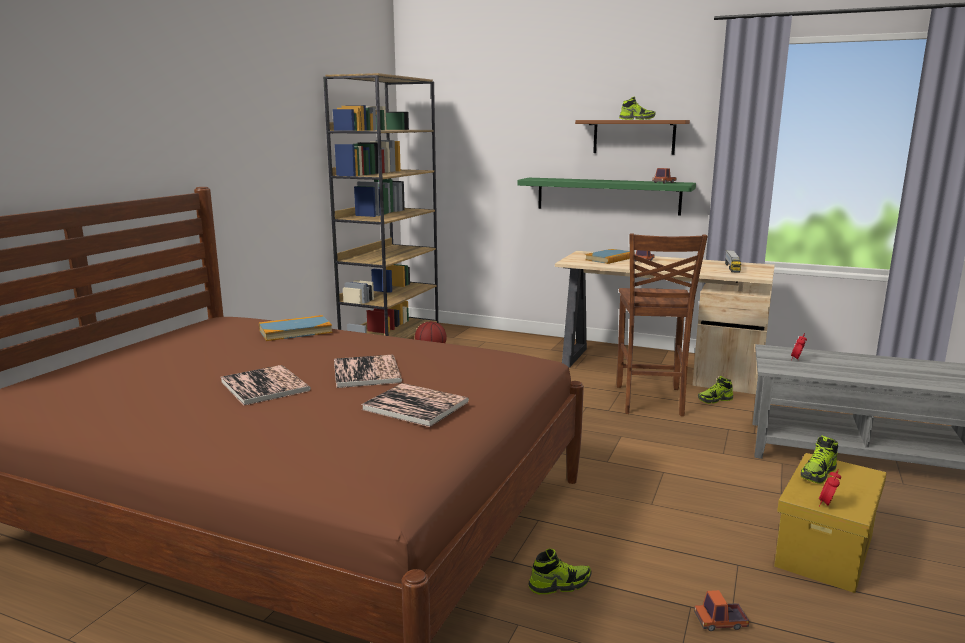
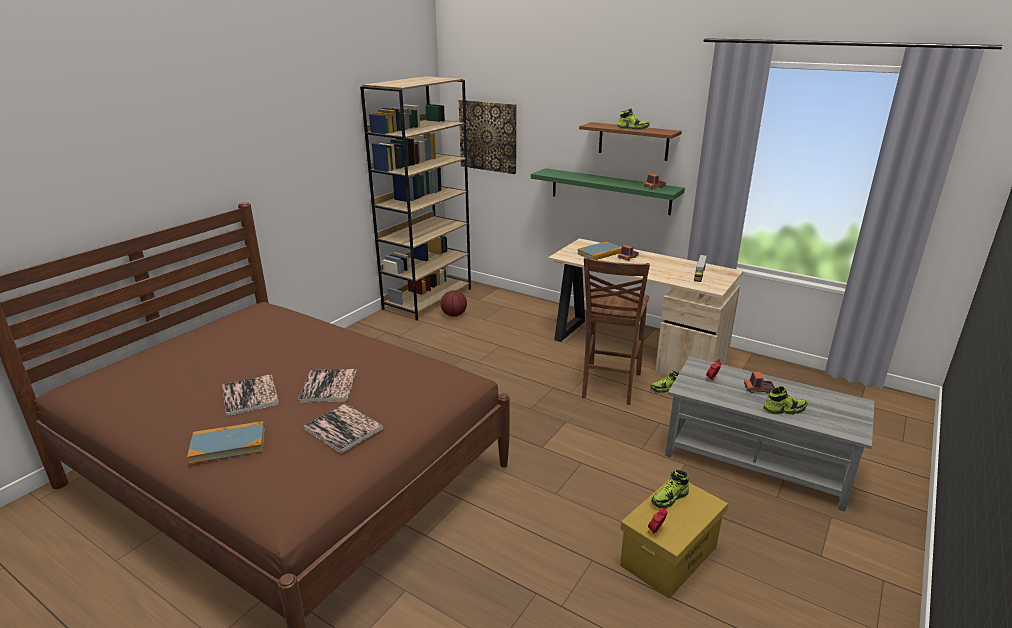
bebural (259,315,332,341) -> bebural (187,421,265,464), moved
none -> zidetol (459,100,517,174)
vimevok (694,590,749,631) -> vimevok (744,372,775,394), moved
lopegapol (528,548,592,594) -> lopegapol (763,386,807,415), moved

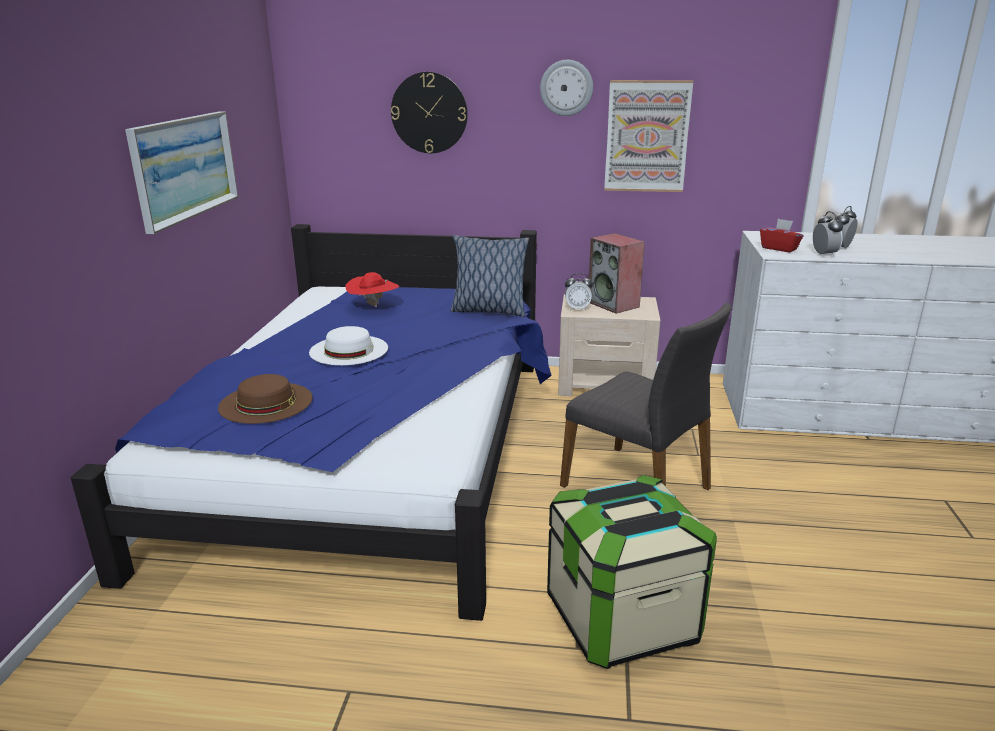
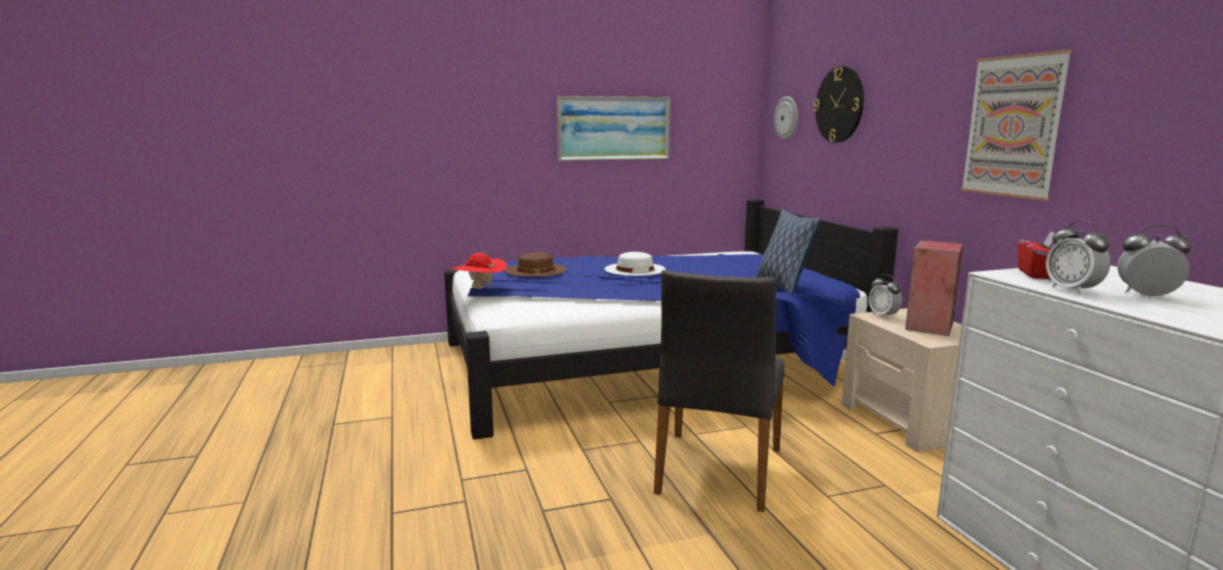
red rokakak (345,272,399,307) -> red rokakak (451,253,508,289), moved
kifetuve (540,60,593,116) -> kifetuve (774,96,798,140), moved
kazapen (813,211,843,257) -> kazapen (1046,221,1111,295), 105 degrees clockwise
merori (547,475,717,669) -> none

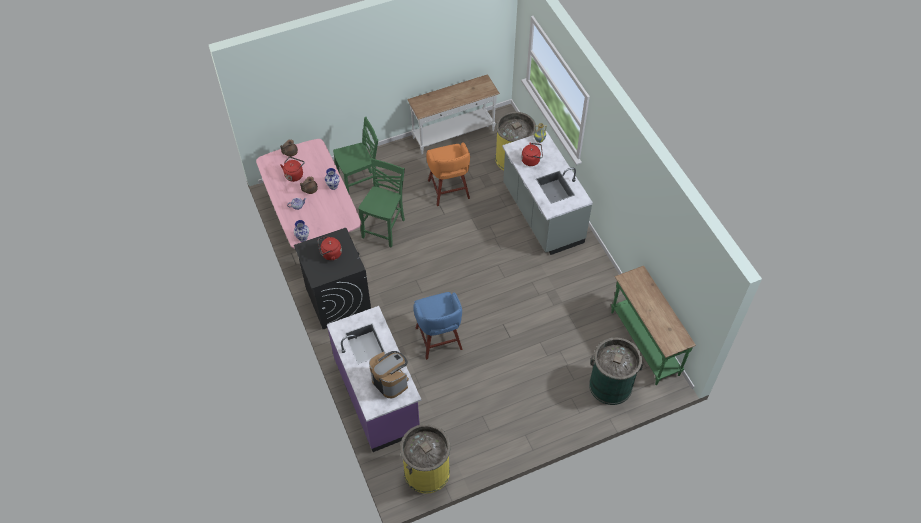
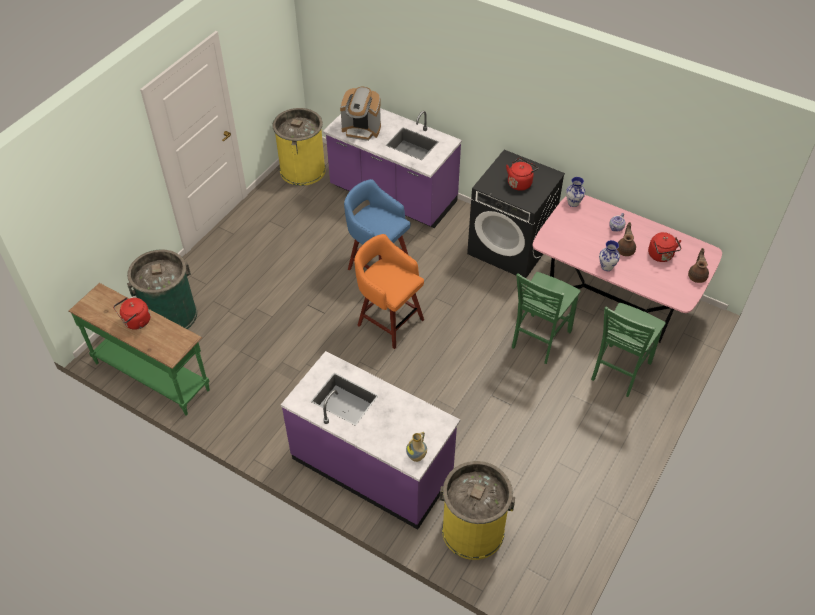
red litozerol (521,143,543,166) -> red litozerol (113,297,150,330), moved
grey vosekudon (502,131,593,255) -> purple vosekudon (281,351,460,530)
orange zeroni (426,142,470,206) -> orange zeroni (354,234,424,349), moved
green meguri (358,158,405,248) -> green meguri (512,272,580,364), 45 degrees clockwise
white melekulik (408,75,500,154) -> none

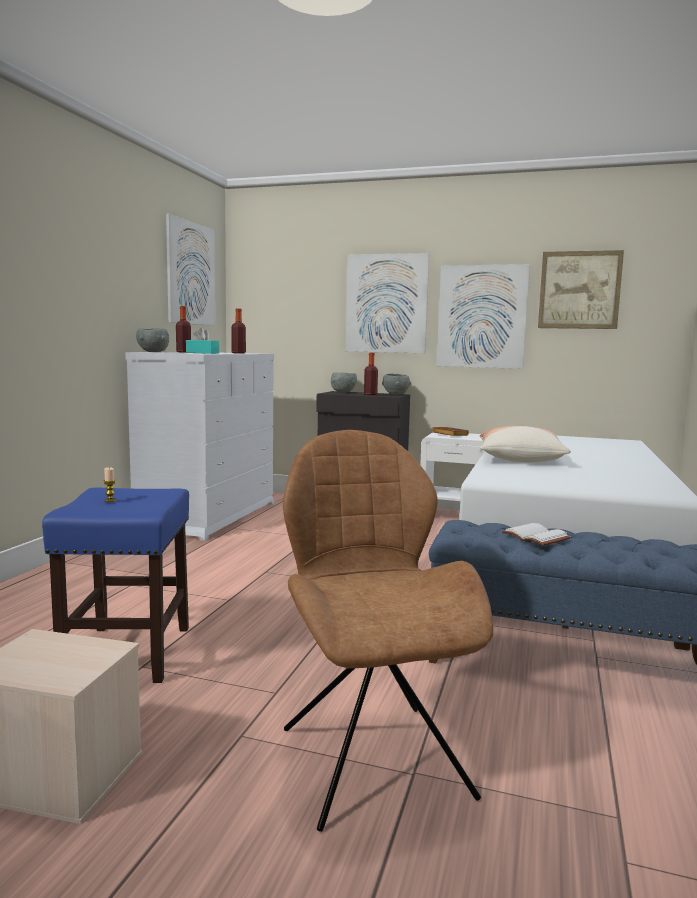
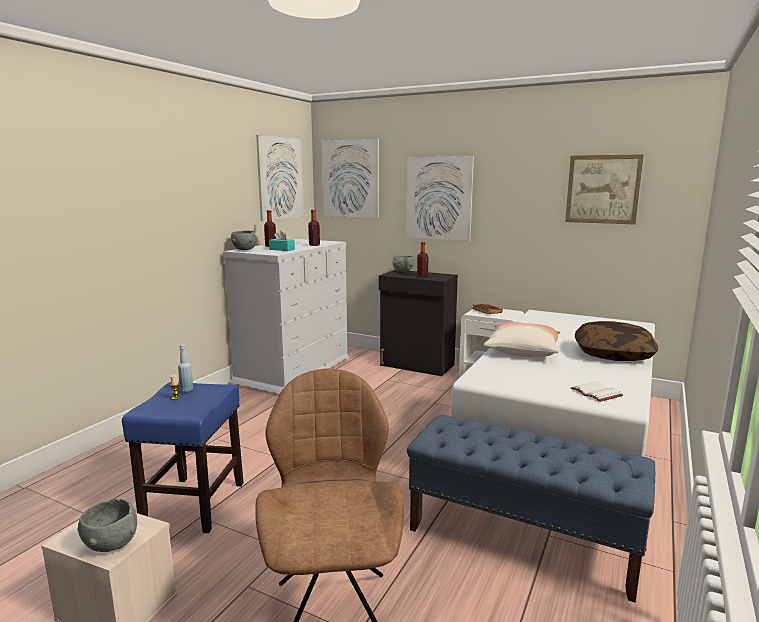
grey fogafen (382,374,411,395) -> grey fogafen (78,499,137,552), moved
none -> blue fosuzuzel (178,344,193,392)
zidetol (437,264,530,369) -> zidetol (321,139,379,218), moved
white bebural (502,523,571,546) -> white bebural (571,381,623,402), moved
none -> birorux (575,321,658,361)

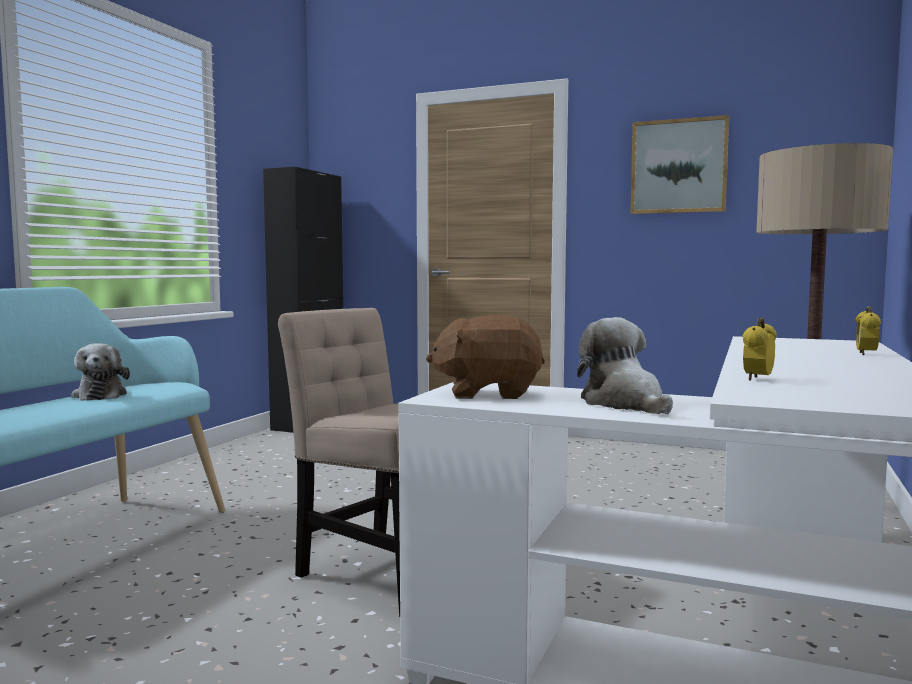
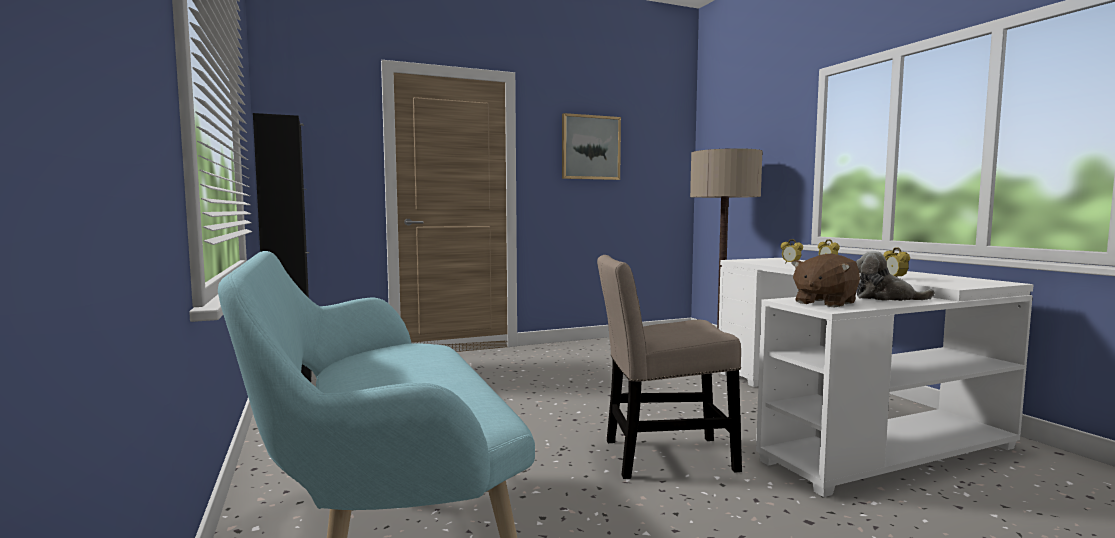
none -> kazapen (781,239,803,264)
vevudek (71,344,130,401) -> none

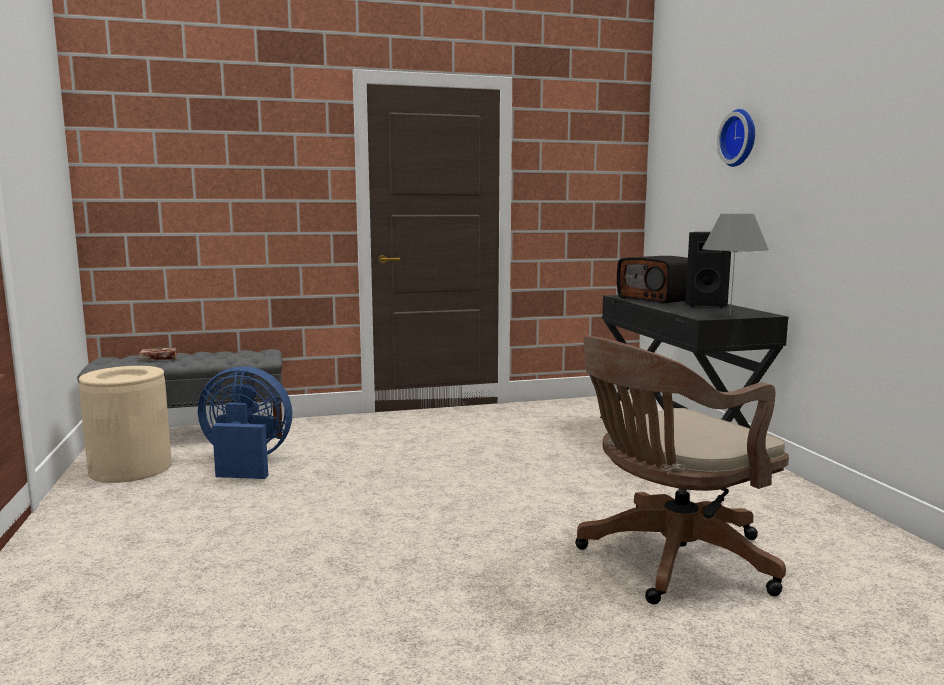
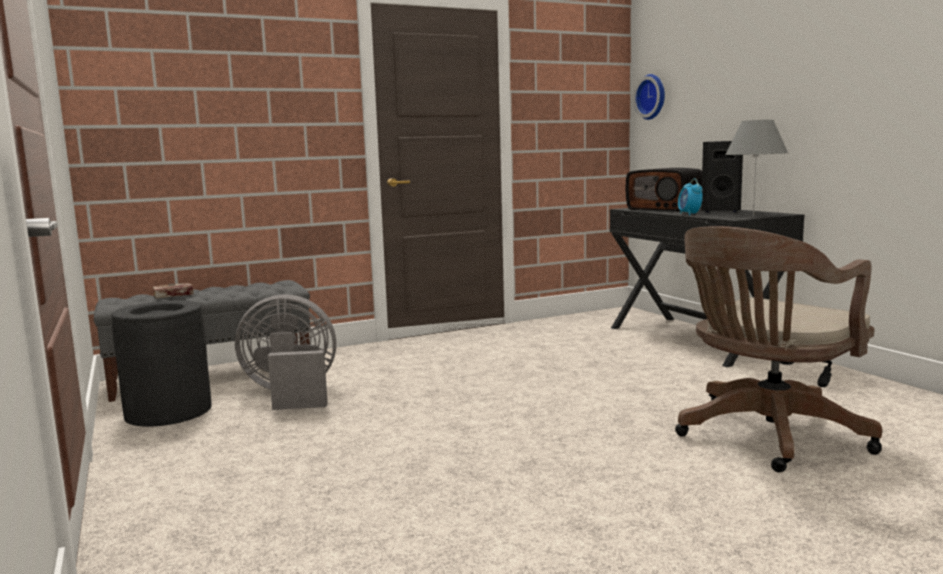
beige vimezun (79,366,172,483) -> black vimezun (111,300,212,427)
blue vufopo (198,366,292,479) -> grey vufopo (235,294,336,410)
kifetuve (717,109,755,167) -> kifetuve (633,74,665,120), moved
none -> kazapen (678,179,703,215)

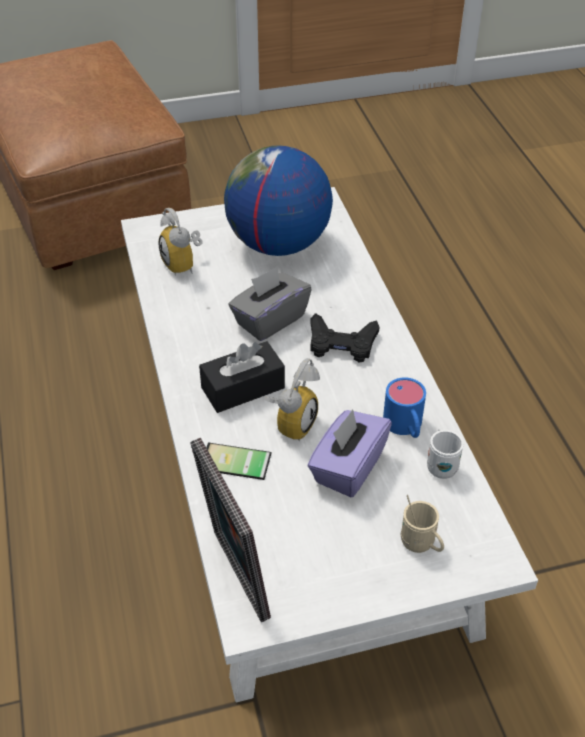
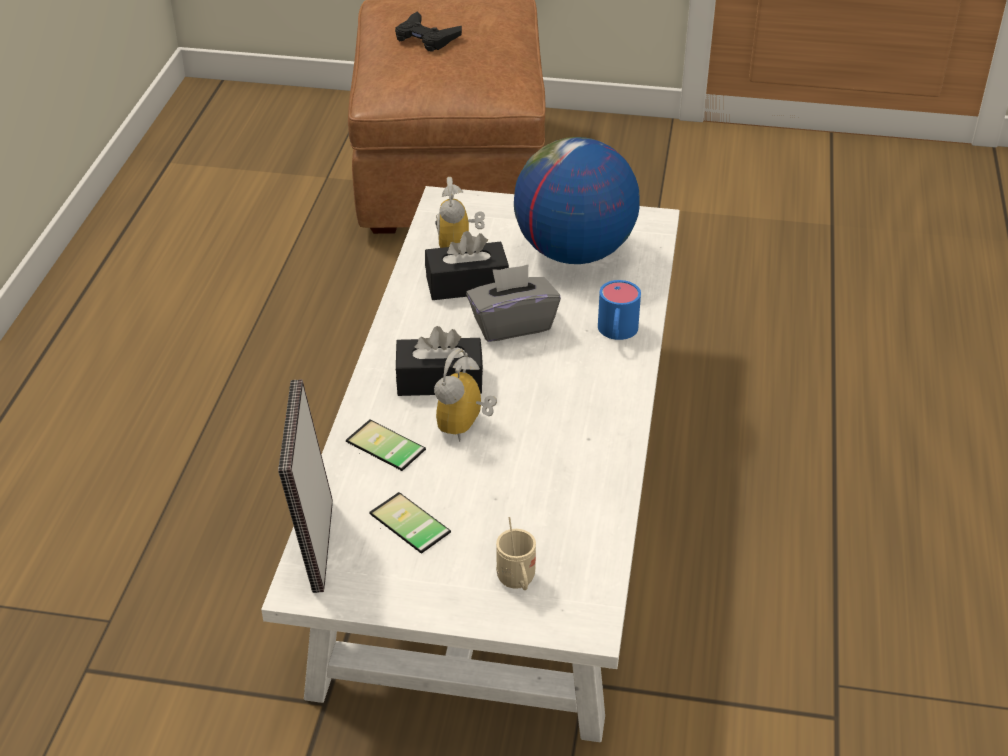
none -> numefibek (369,492,451,554)
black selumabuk (310,313,380,362) -> black selumabuk (395,11,462,52), moved
none -> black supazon (425,231,509,300)
kazapen (264,358,320,441) -> kazapen (434,349,497,442), 150 degrees clockwise
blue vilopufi (383,377,426,438) -> blue vilopufi (598,280,641,340), moved
purple supazon (308,409,392,497) -> none
white vilopufi (427,429,464,479) -> none

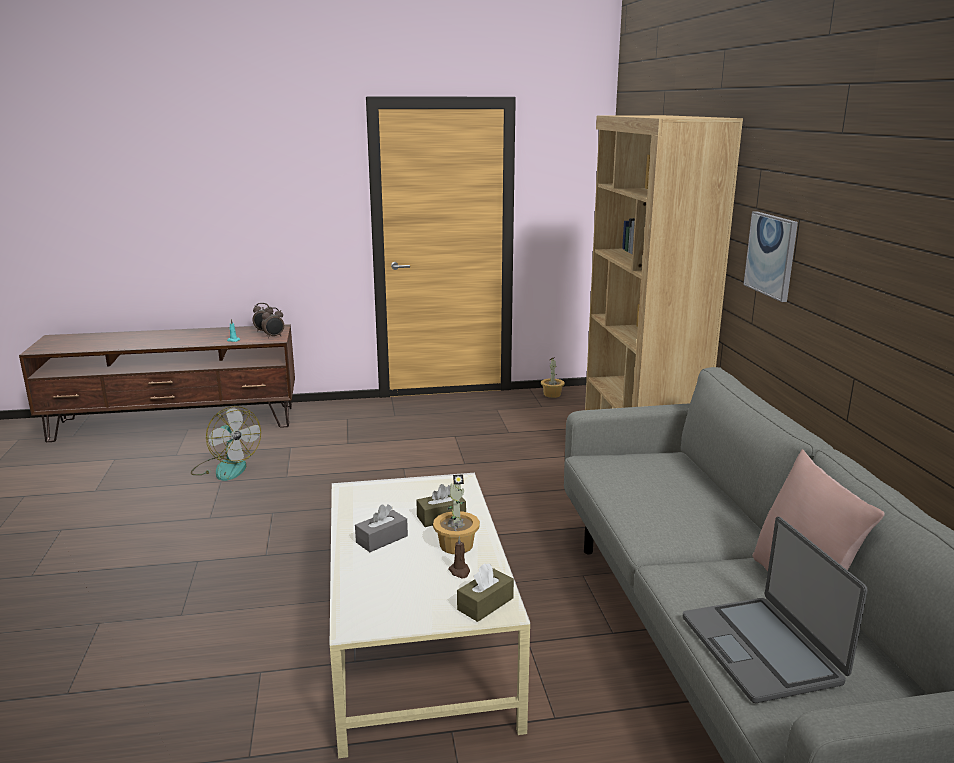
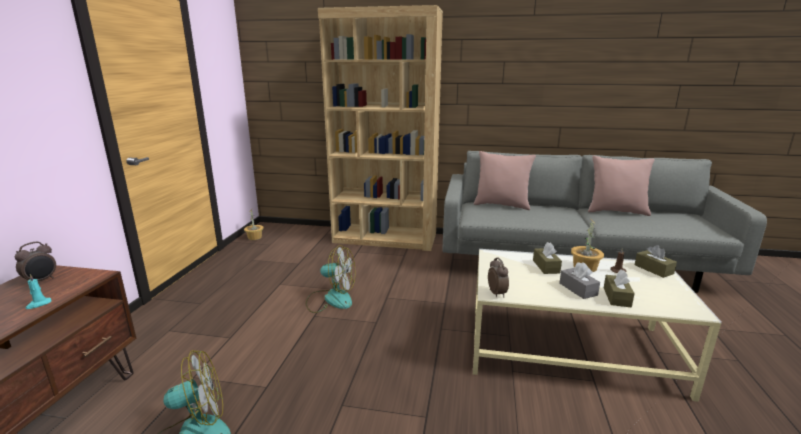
none -> vufopo (306,245,355,313)
none -> pink birorux (474,151,536,210)
kazapen (261,307,284,338) -> kazapen (488,257,509,298), moved
none -> brown supazon (604,270,635,307)
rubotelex (683,517,868,703) -> none
zidetol (743,211,798,302) -> none

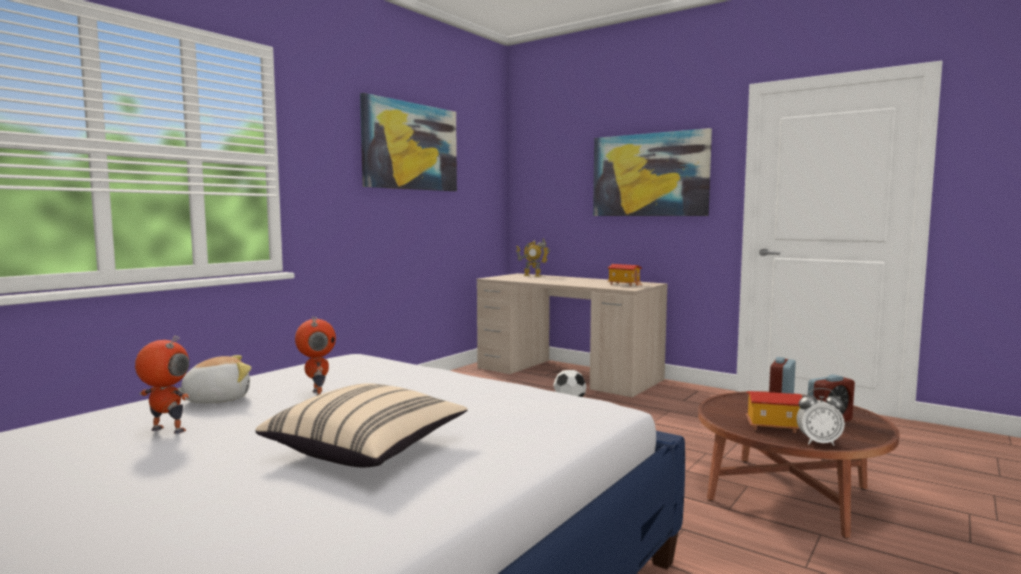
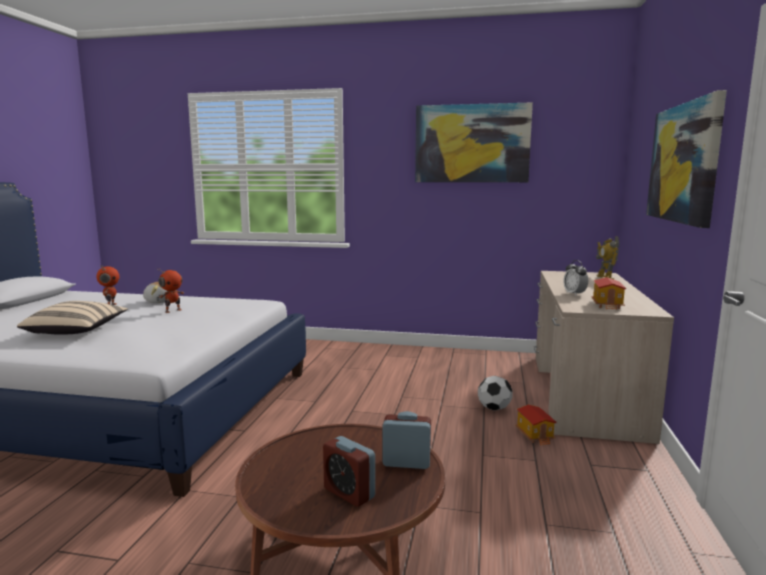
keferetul (746,391,802,433) -> keferetul (516,404,557,445), moved
kazapen (796,388,845,446) -> kazapen (563,260,588,296), moved

